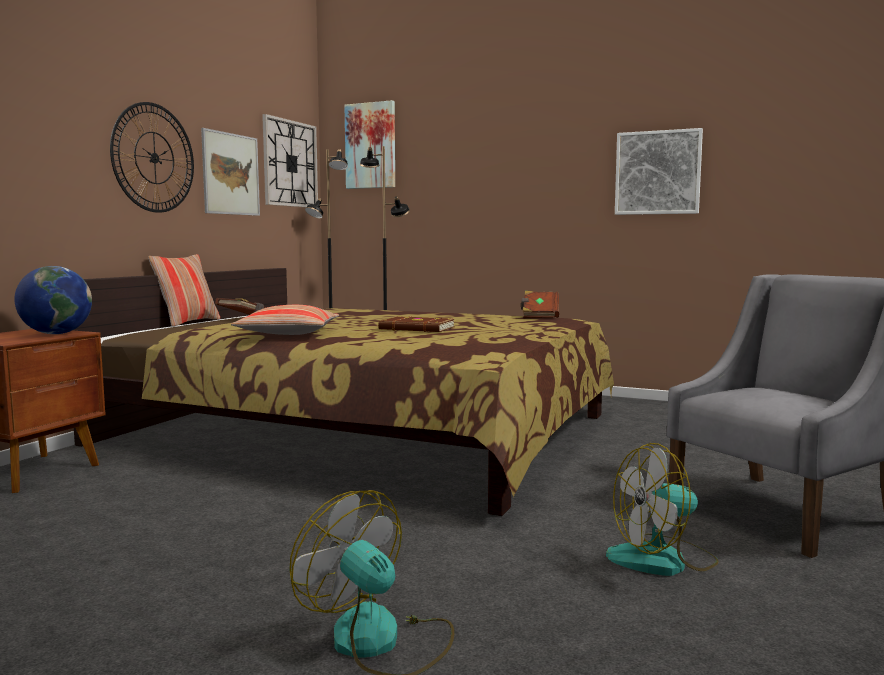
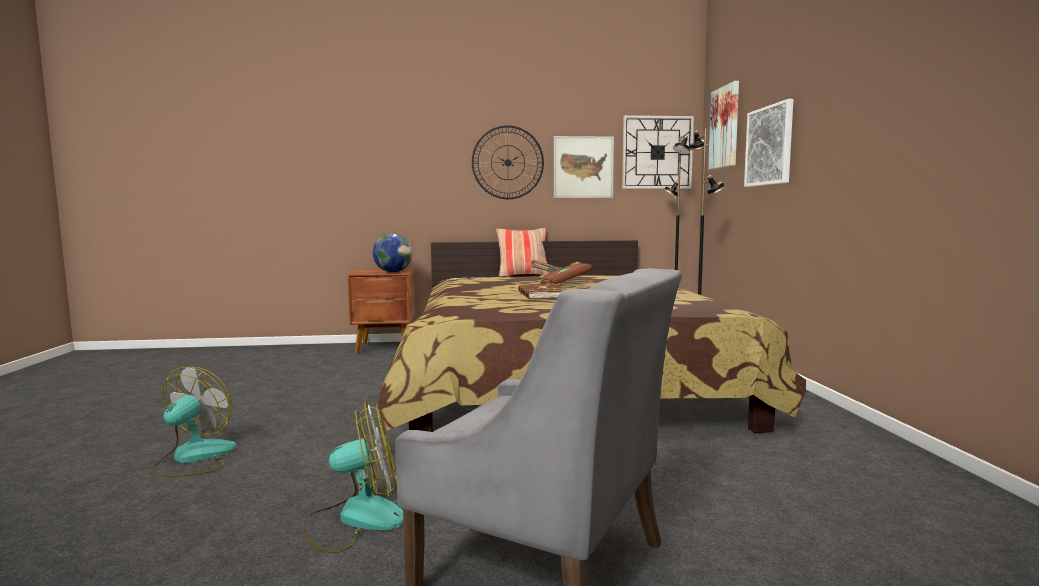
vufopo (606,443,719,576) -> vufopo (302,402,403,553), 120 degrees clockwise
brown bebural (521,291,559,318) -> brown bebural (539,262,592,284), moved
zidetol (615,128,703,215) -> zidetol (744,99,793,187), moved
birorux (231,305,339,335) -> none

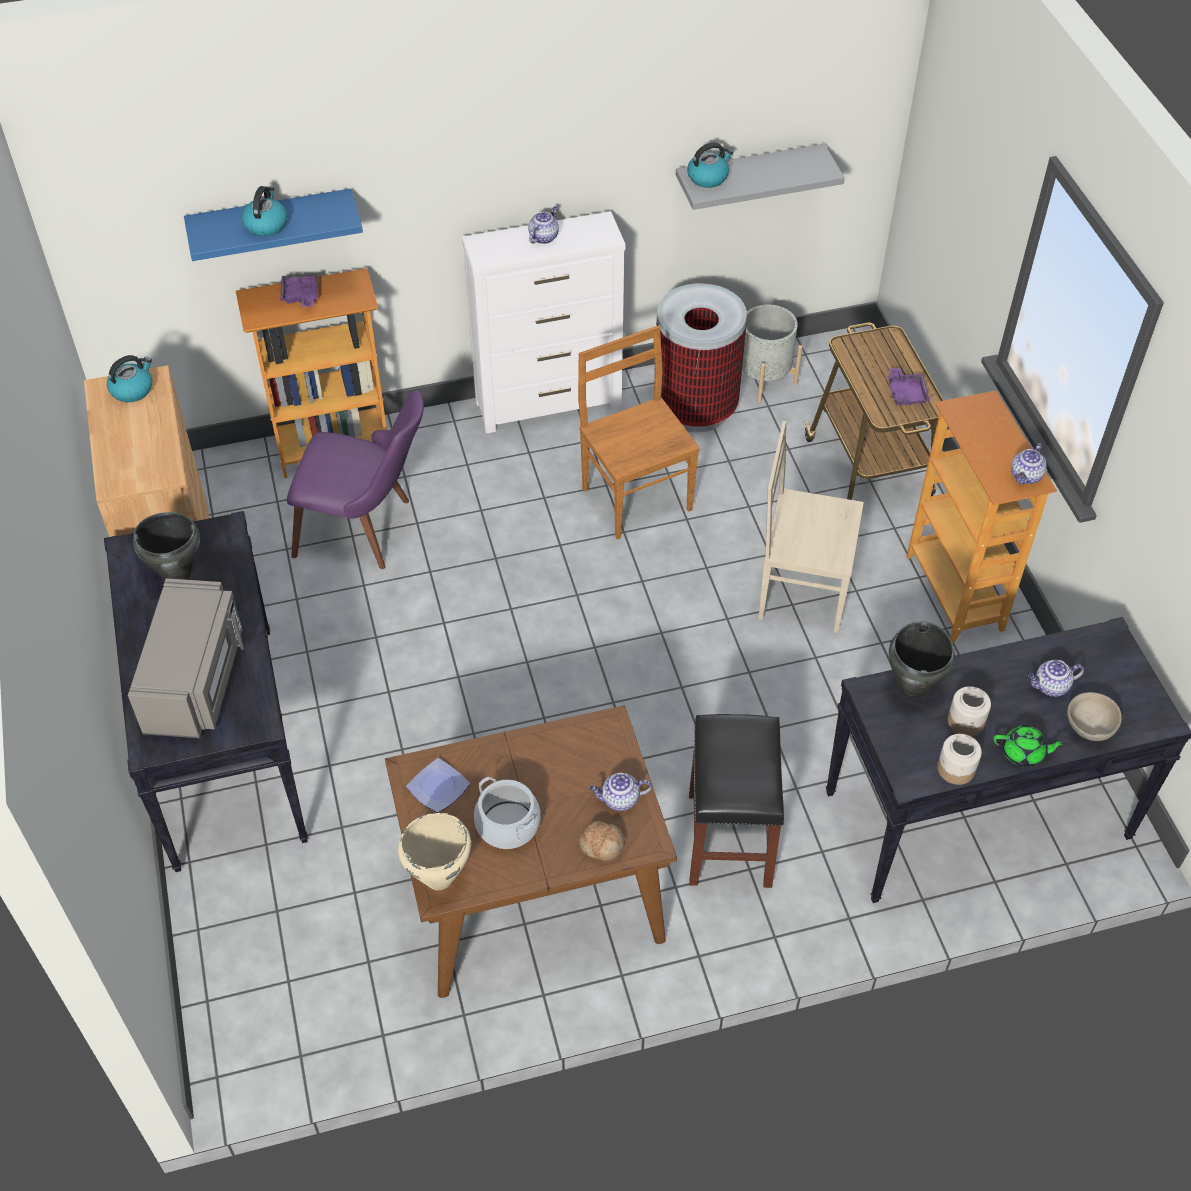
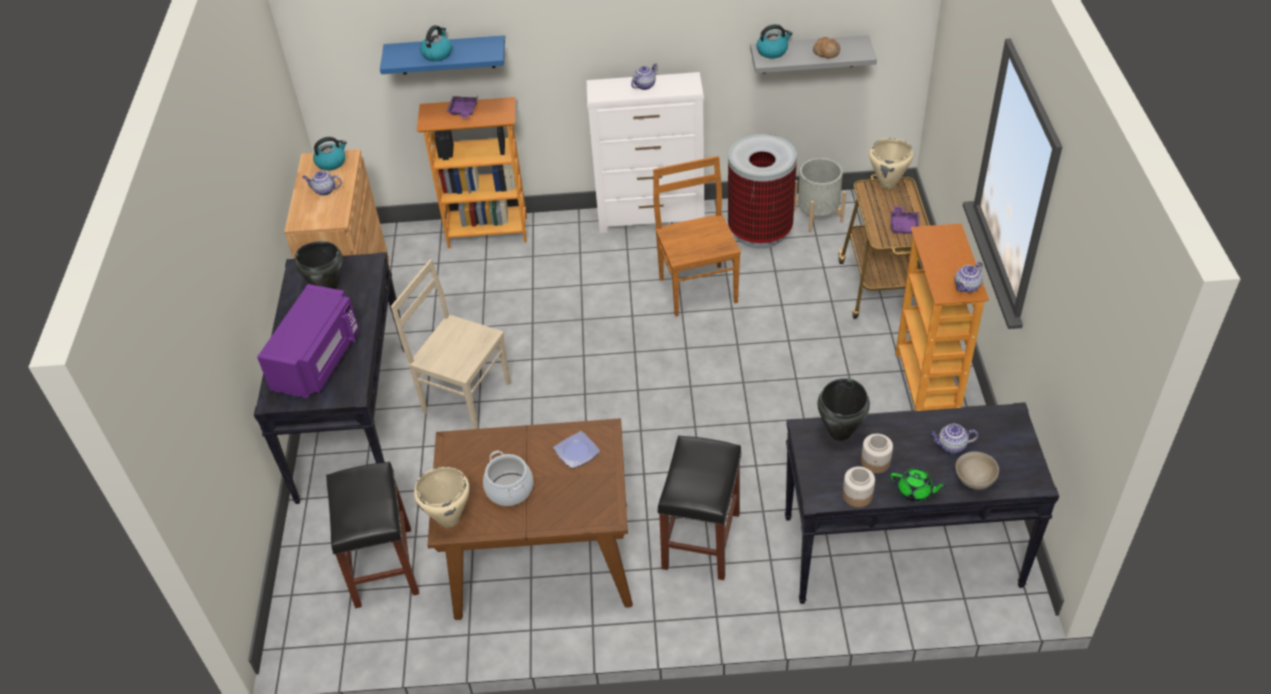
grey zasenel (128,578,244,738) -> purple zasenel (257,284,359,398)
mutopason (590,773,652,811) -> mutopason (302,171,342,196), moved
none -> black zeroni (326,462,419,608)
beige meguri (759,421,864,633) -> beige meguri (391,259,510,429), moved
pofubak (406,758,470,813) -> pofubak (553,431,600,468), moved
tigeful (579,821,625,861) -> tigeful (813,37,840,58), moved
none -> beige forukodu (869,138,913,189)
purple meguri (287,390,424,569) -> none

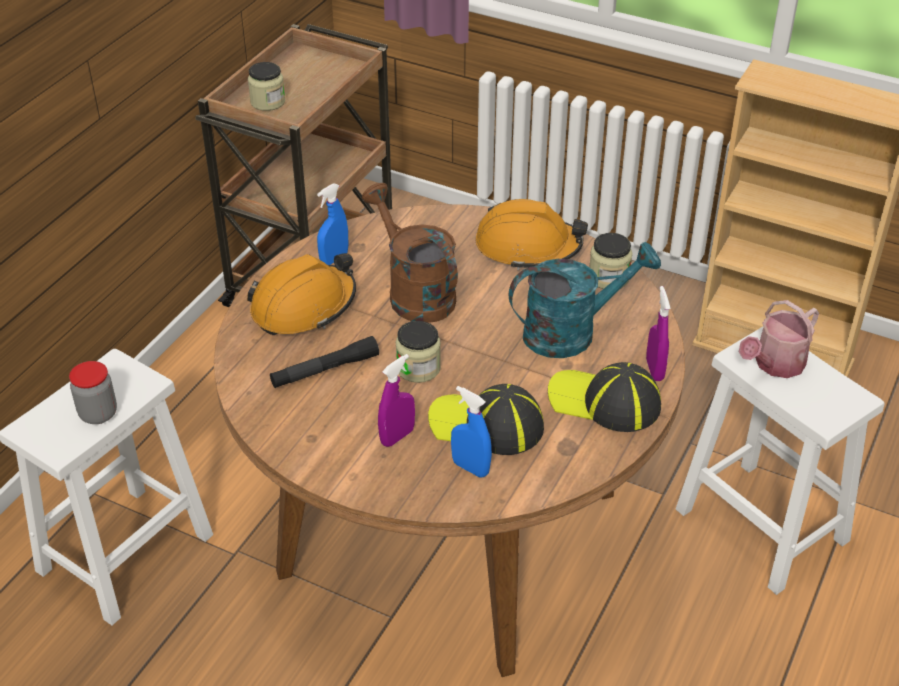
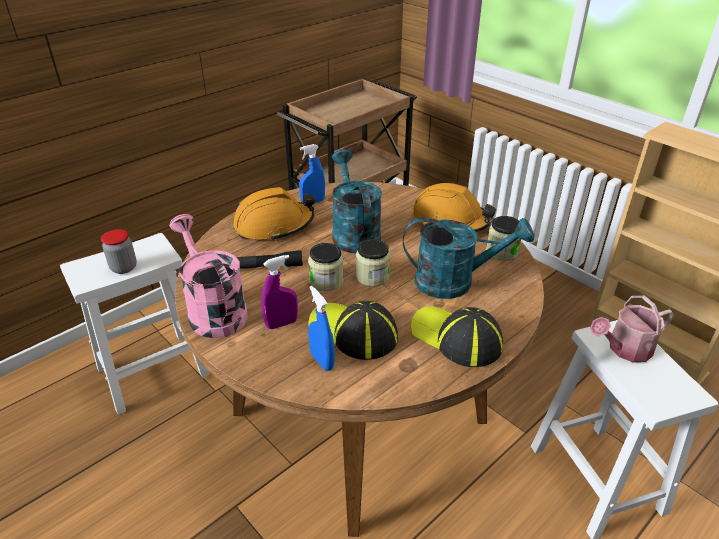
none -> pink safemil (169,214,248,338)
brown safemil (362,183,458,323) -> turquoise safemil (332,149,382,253)
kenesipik (248,62,285,111) -> kenesipik (356,239,390,287), moved
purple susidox (646,286,671,381) -> none

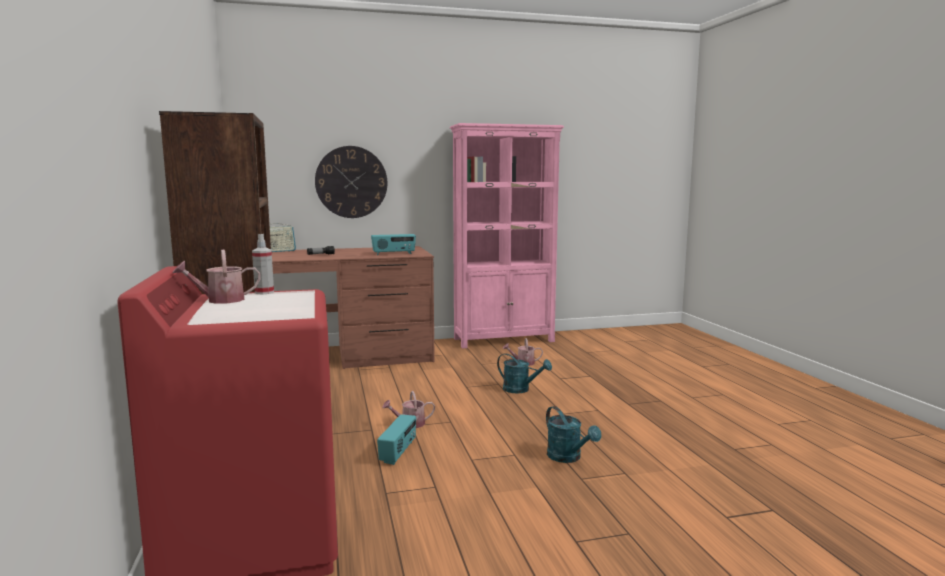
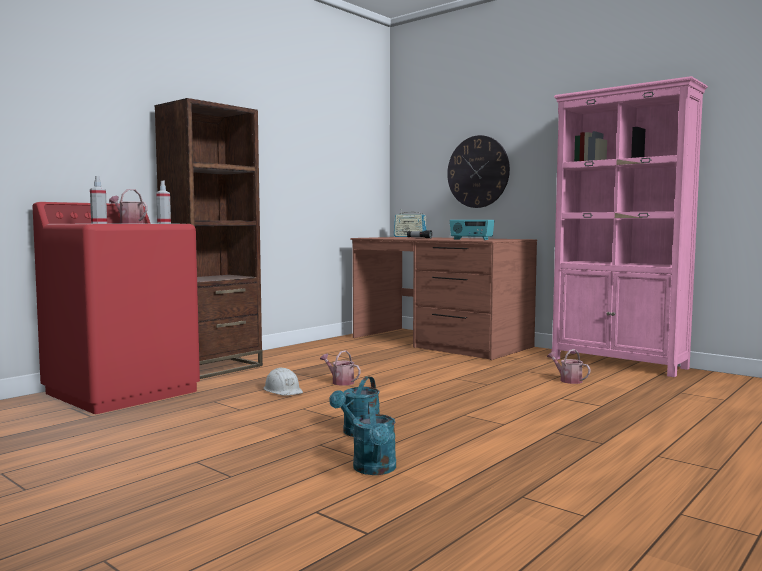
none -> susidox (90,176,107,224)
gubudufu (377,414,416,465) -> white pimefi (264,368,303,396)
turquoise safemil (497,353,552,393) -> turquoise safemil (353,402,396,475), moved

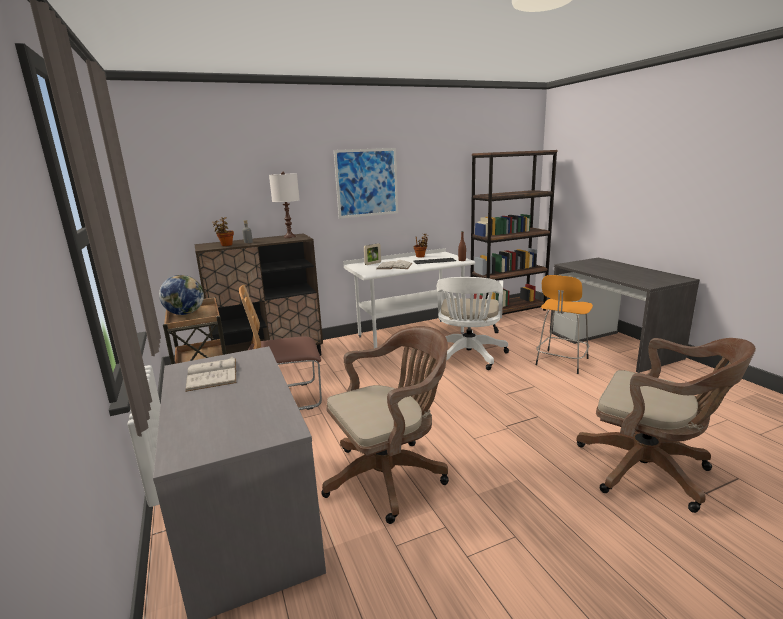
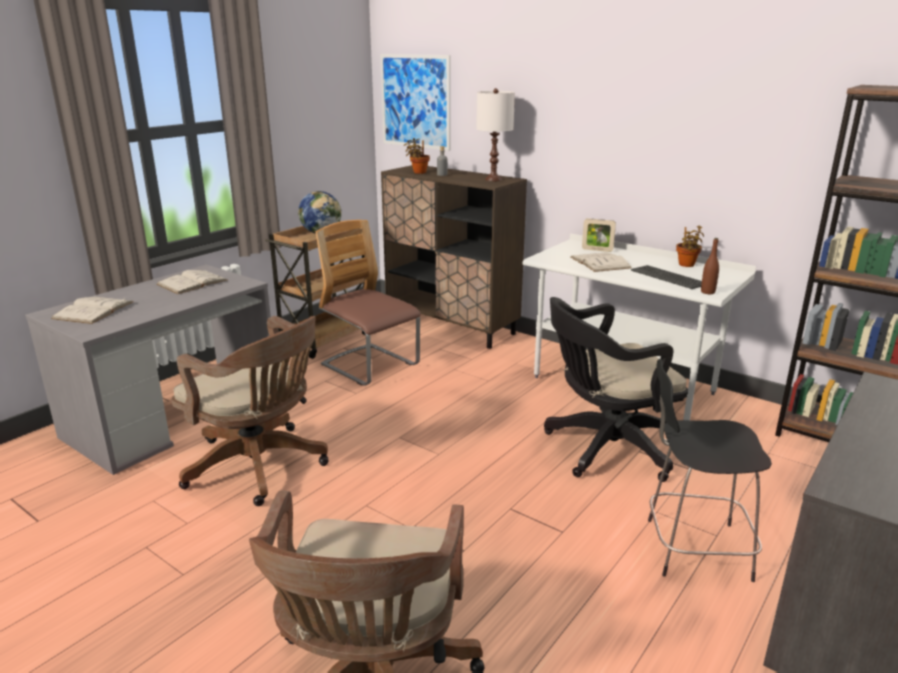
none -> white bebural (51,297,133,324)
zidetol (334,148,398,219) -> zidetol (380,54,450,151), moved
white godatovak (437,277,509,370) -> black godatovak (544,297,688,482)
orange zeroni (536,275,593,374) -> black zeroni (648,359,772,582)

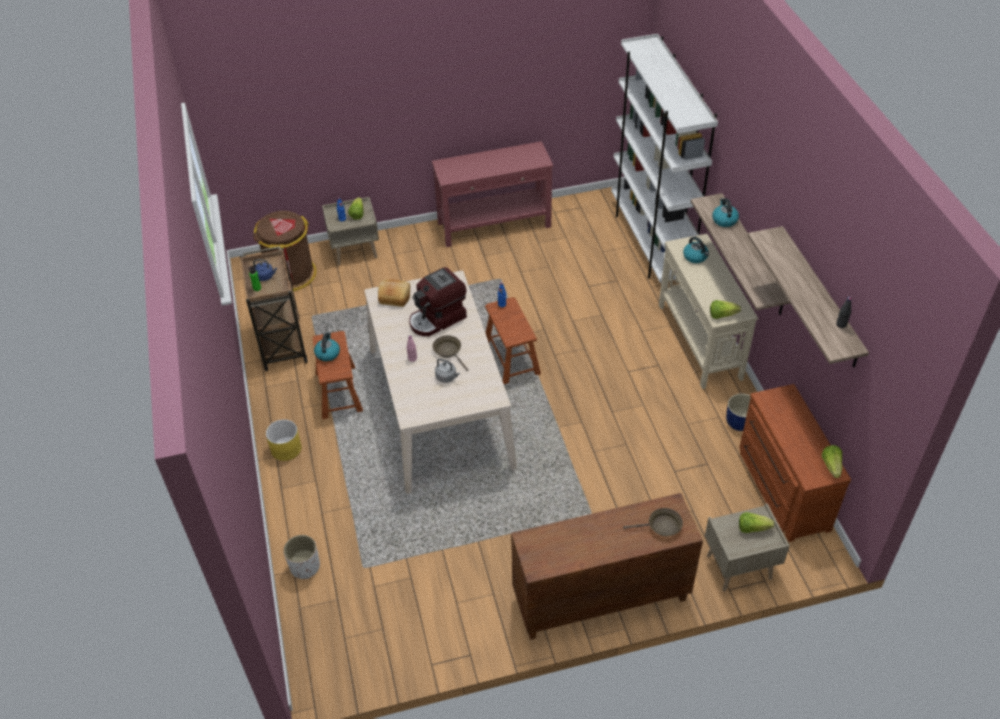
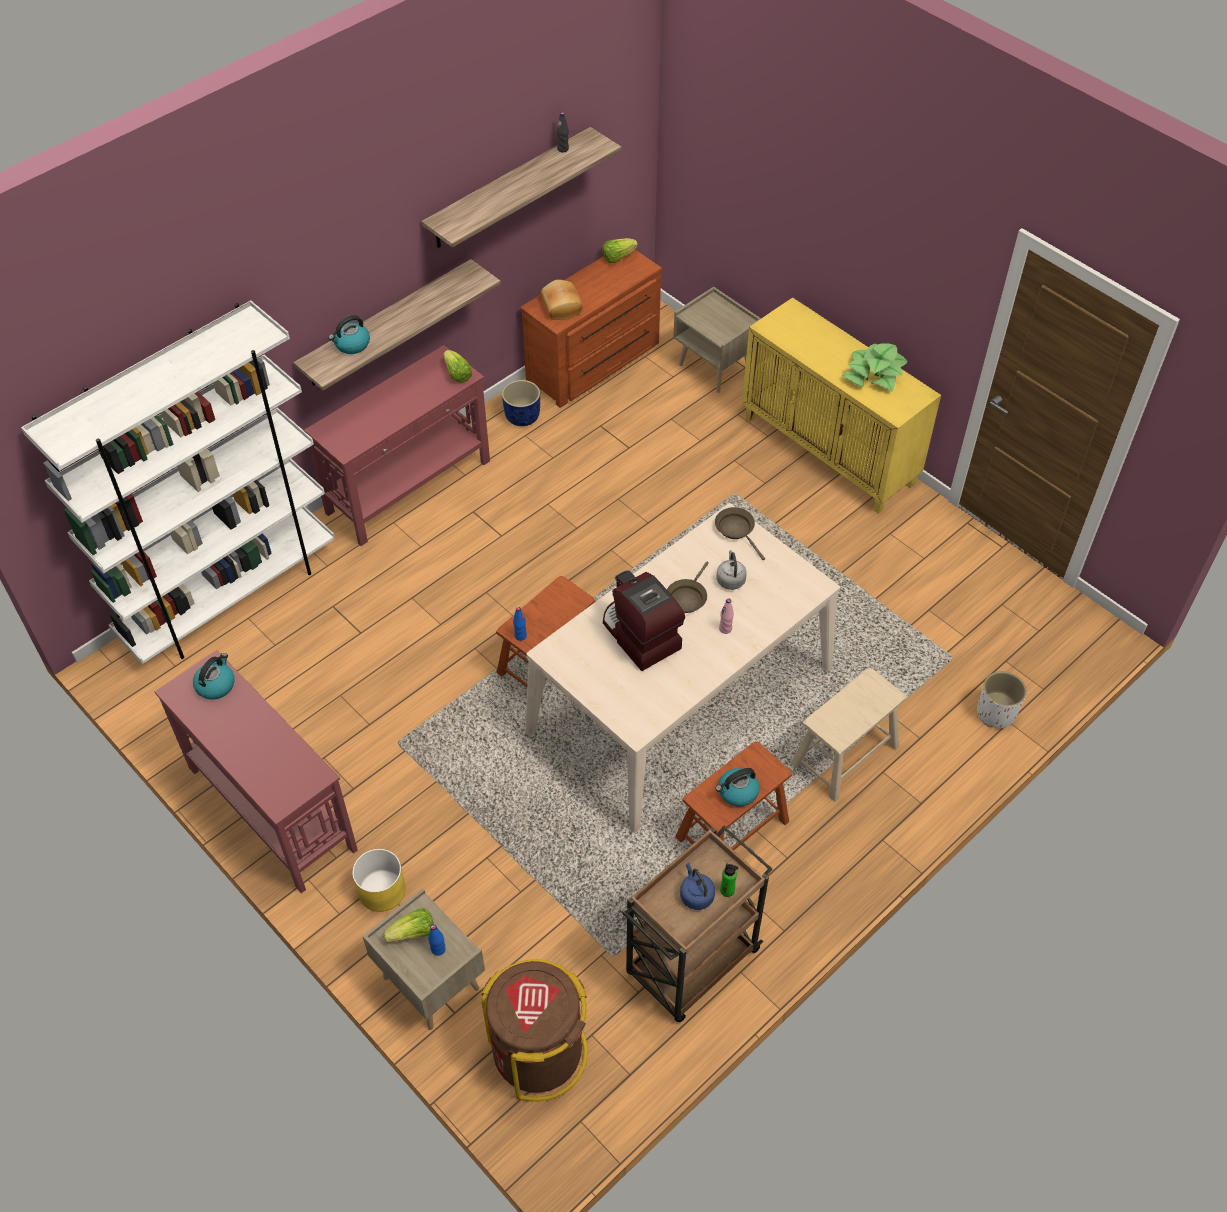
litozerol (683,237,709,263) -> litozerol (193,653,235,700), moved
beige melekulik (659,234,758,389) -> red melekulik (304,345,490,546)
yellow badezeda (266,419,302,461) -> yellow badezeda (352,849,406,912), moved
tigeful (378,279,410,307) -> tigeful (541,280,583,320), moved
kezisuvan (409,267,467,336) -> kezisuvan (603,571,685,671), 150 degrees counterclockwise
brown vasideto (623,508,683,536) -> brown vasideto (715,507,765,560), moved
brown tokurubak (511,493,703,640) -> yellow tokurubak (742,297,941,514)
none -> beige zeroni (790,668,907,802)
none -> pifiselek (842,343,907,392)
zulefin (739,512,774,533) -> none

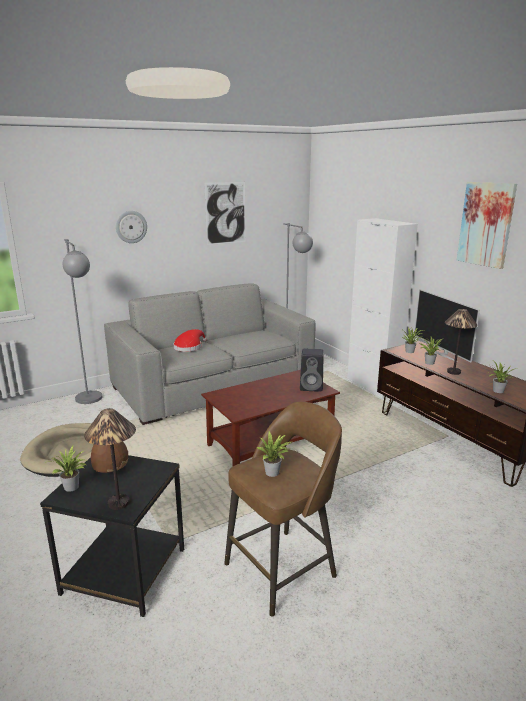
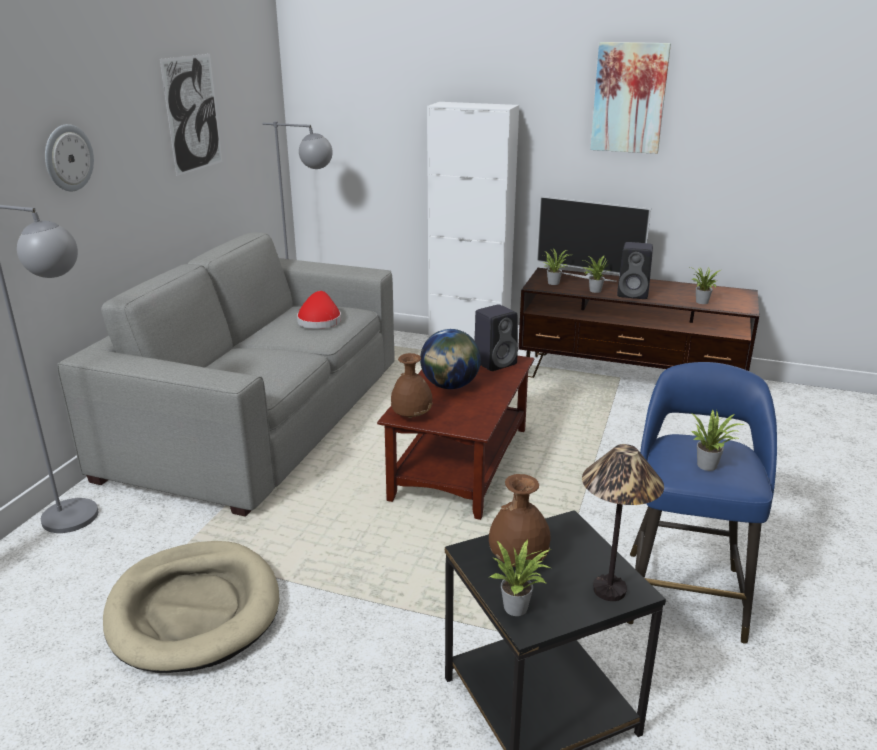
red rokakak (173,329,207,352) -> red rokakak (297,291,341,329), moved
none -> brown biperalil (391,353,433,418)
none -> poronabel (420,329,481,389)
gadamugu (445,309,477,375) -> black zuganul (617,242,653,299)
brown zeroni (224,402,342,617) -> blue zeroni (627,362,777,644)

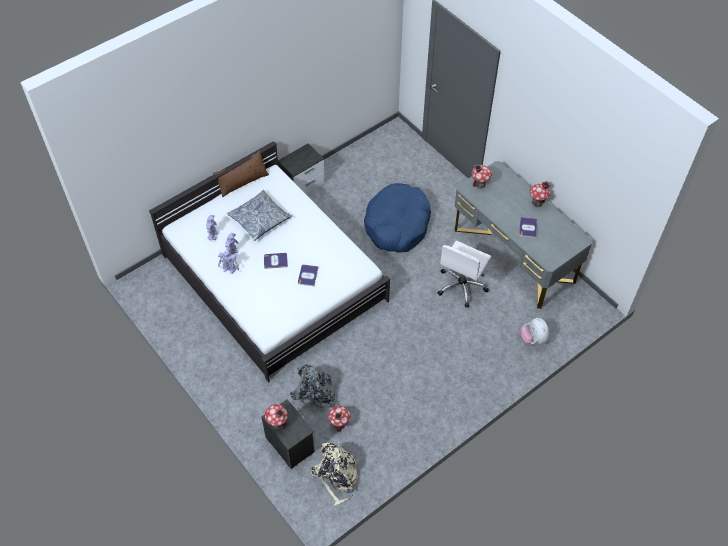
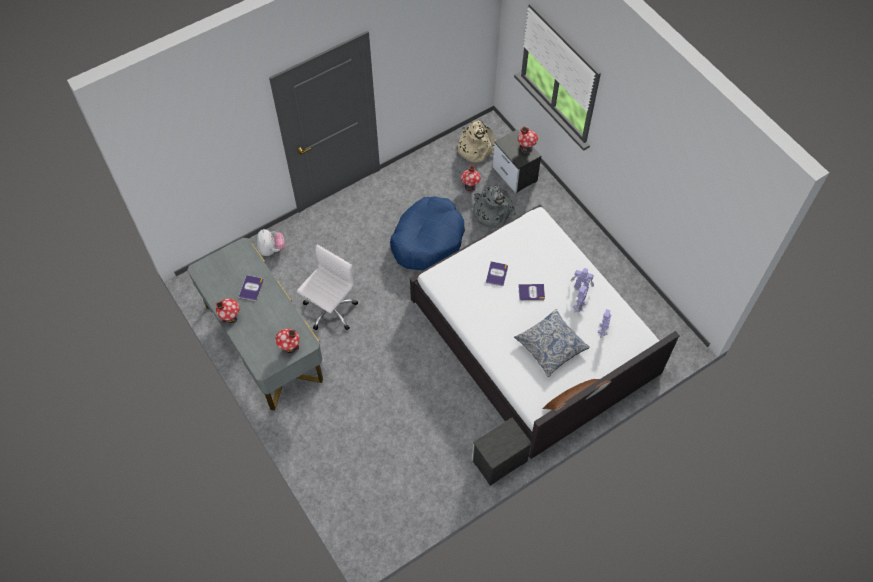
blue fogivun (364,183,431,253) -> blue fogivun (390,196,465,271), moved

